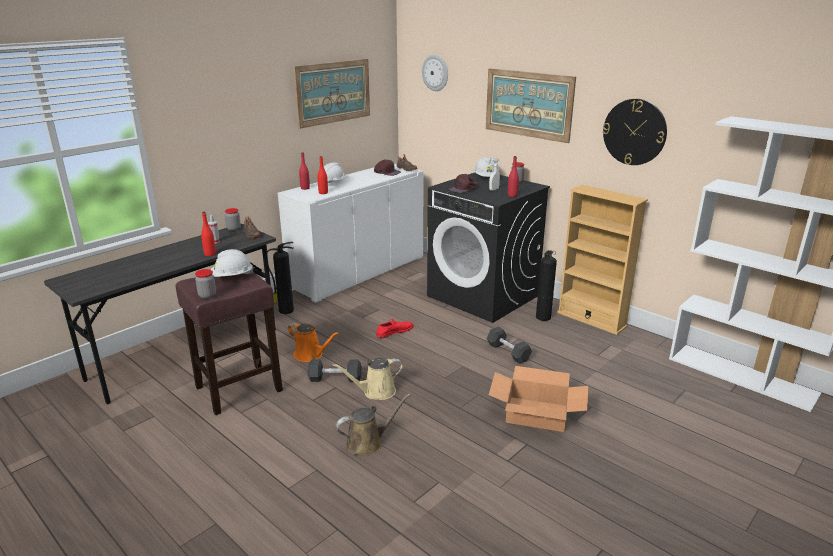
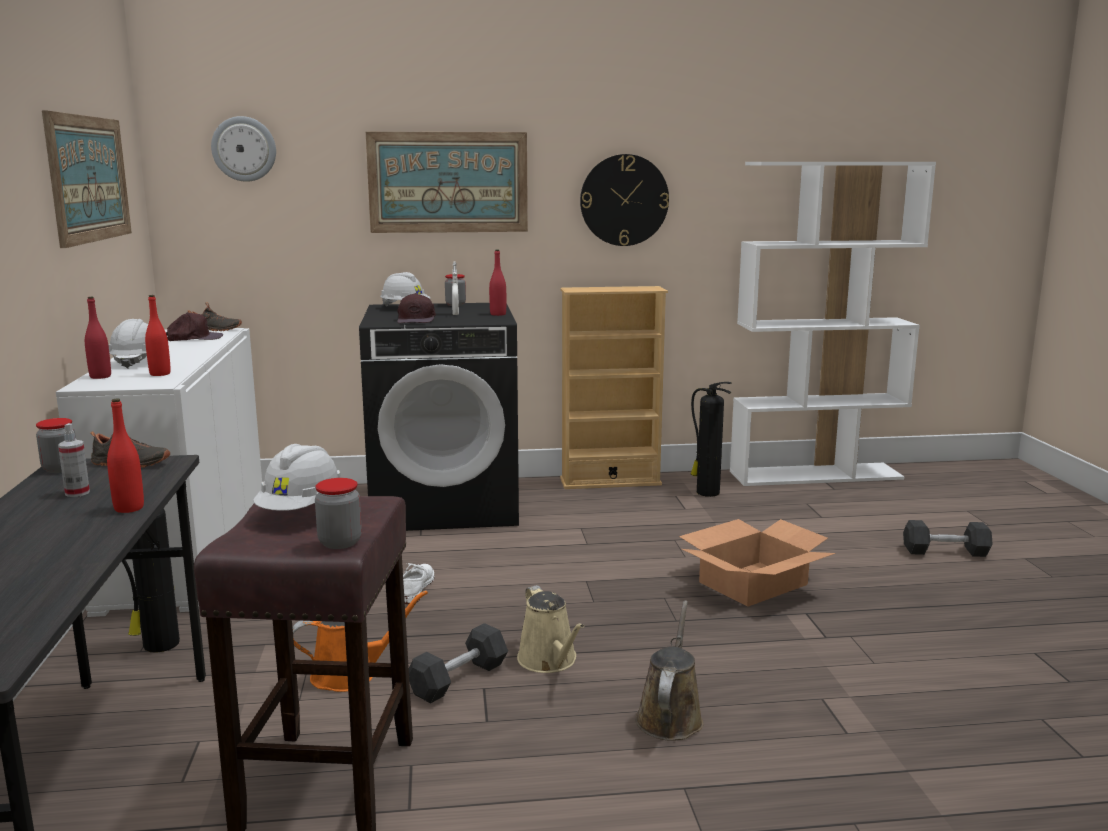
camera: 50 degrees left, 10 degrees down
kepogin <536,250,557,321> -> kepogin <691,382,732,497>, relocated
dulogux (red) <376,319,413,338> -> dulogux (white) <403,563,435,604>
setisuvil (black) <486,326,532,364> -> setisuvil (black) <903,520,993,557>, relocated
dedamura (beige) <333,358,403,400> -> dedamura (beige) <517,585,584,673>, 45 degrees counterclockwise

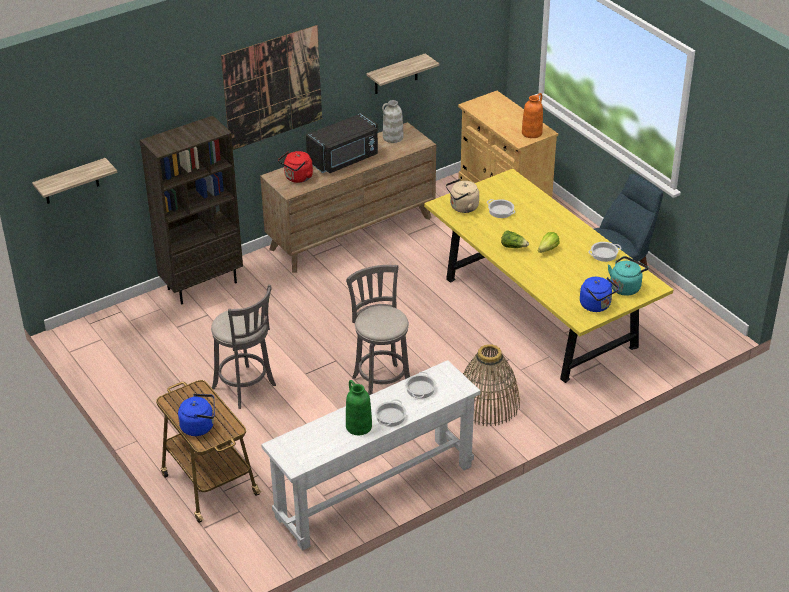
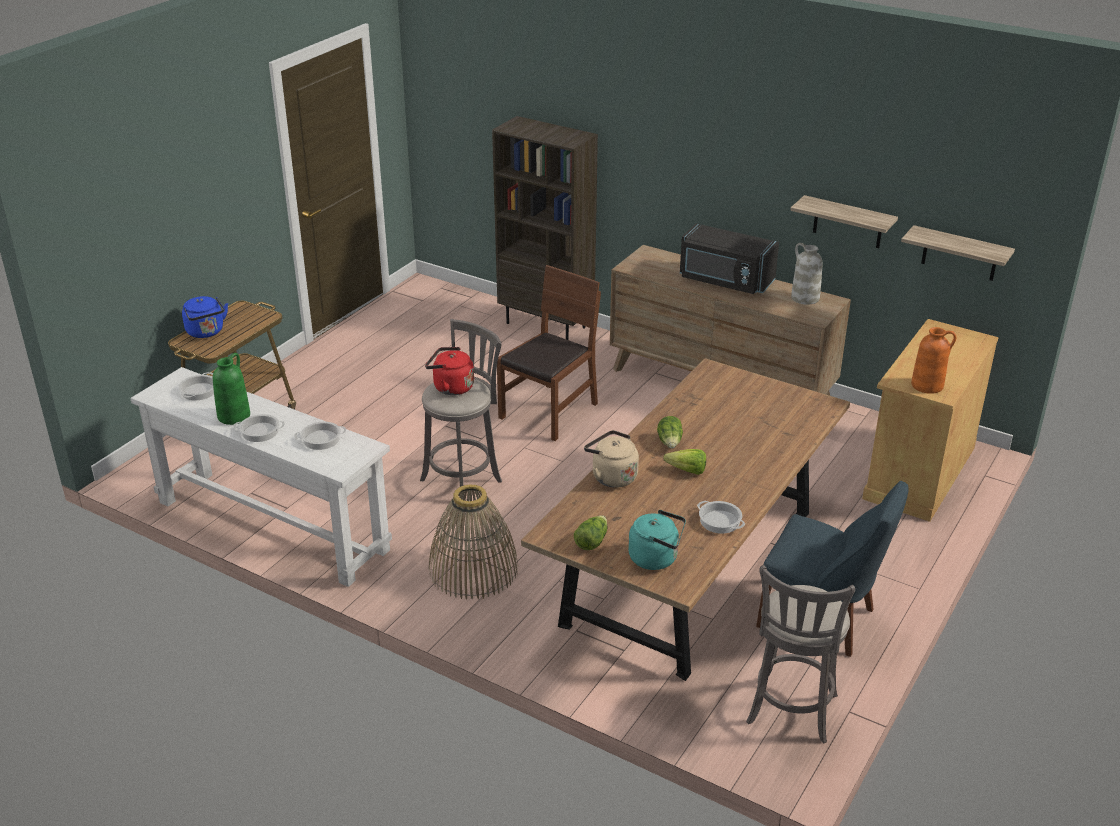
camera: 65 degrees right, 5 degrees down
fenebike <221,25,322,150> -> none
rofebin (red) <278,151,313,183> -> rofebin (red) <425,347,474,395>, relocated
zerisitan <32,158,118,204> -> zerisitan <901,225,1015,281>, relocated
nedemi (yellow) <424,169,673,383> -> nedemi (brown) <521,358,850,681>
rofebin (beige) <446,179,479,213> -> rofebin (beige) <584,430,639,488>, relocated
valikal <487,199,516,218> -> valikal <179,372,214,401>, relocated
rofebin (blue) <580,277,619,312> -> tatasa <574,515,607,550>
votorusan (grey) <211,285,276,409> -> votorusan (grey) <746,565,855,744>, relocated
none -> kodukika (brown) <497,265,601,441>

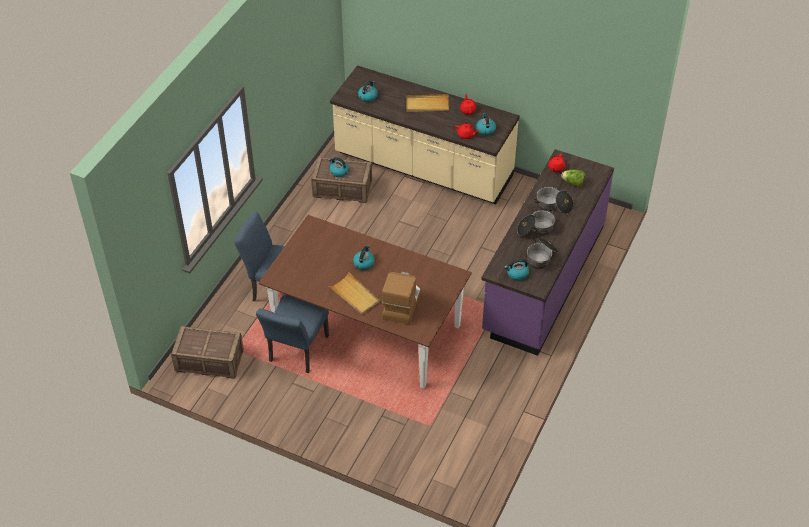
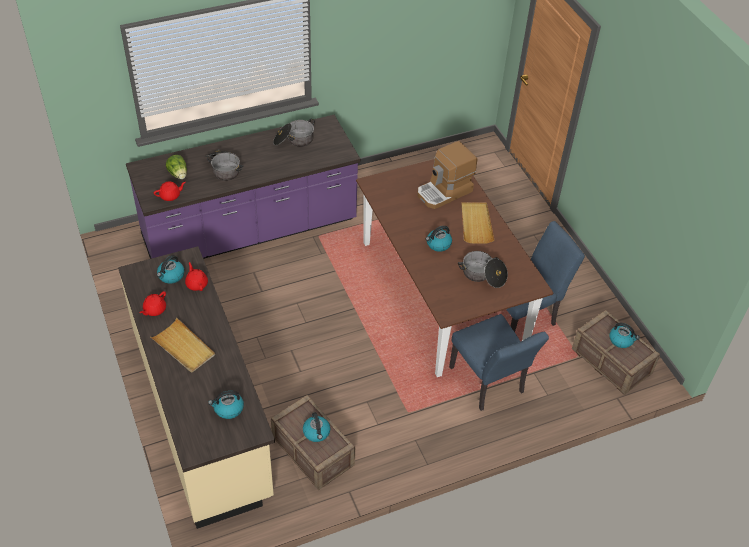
camera: 140 degrees left, 0 degrees up
valikal <517,208,555,236> -> valikal <458,251,508,288>, relocated
rofebin <504,259,529,281> -> rofebin <609,323,640,348>, relocated

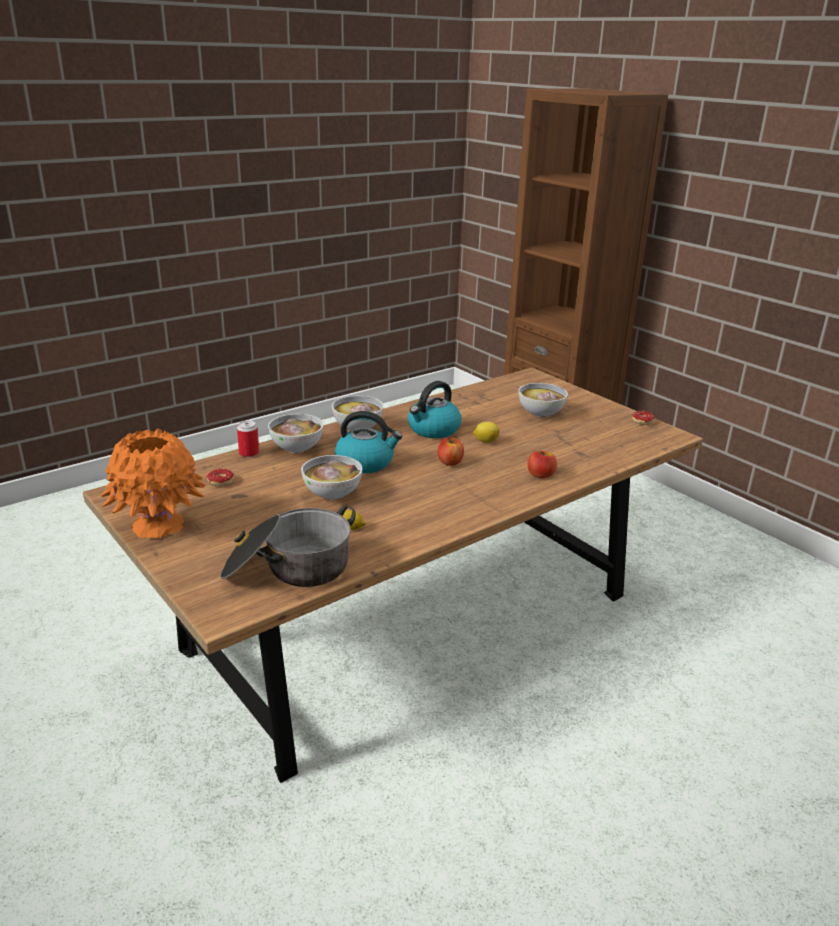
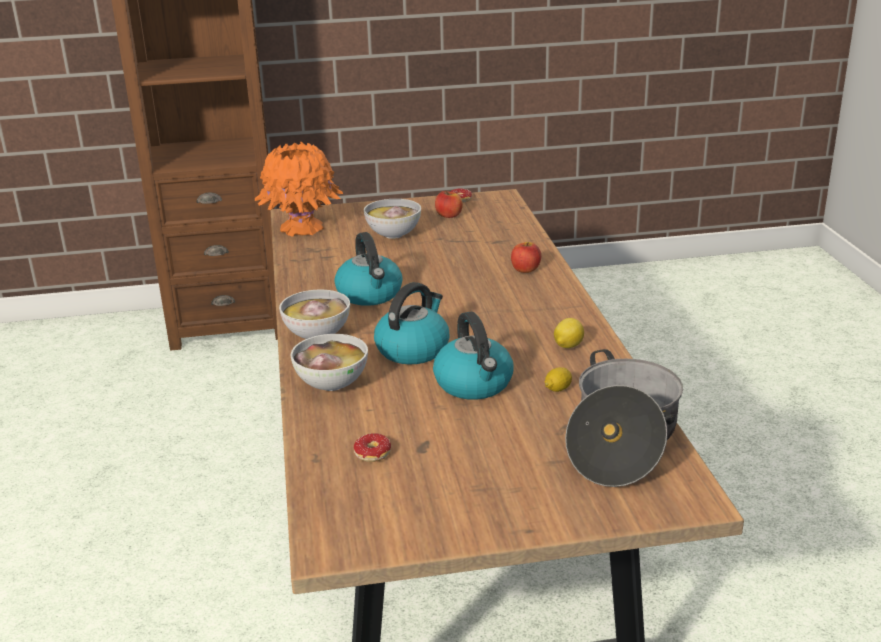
camera: 60 degrees left, 0 degrees up
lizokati <237,420,259,457> -> none
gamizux <473,422,499,443> -> gamizux <554,318,584,348>, relocated
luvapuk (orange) <101,428,205,538> -> luvapuk (orange) <255,142,343,237>, relocated
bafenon <438,437,464,466> -> bafenon <435,190,463,218>, relocated
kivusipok <301,455,362,500> -> rofebin <433,312,513,400>

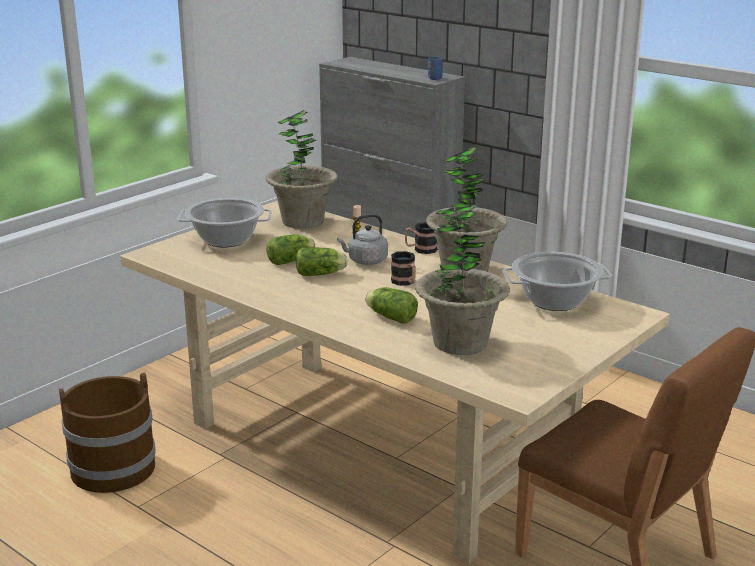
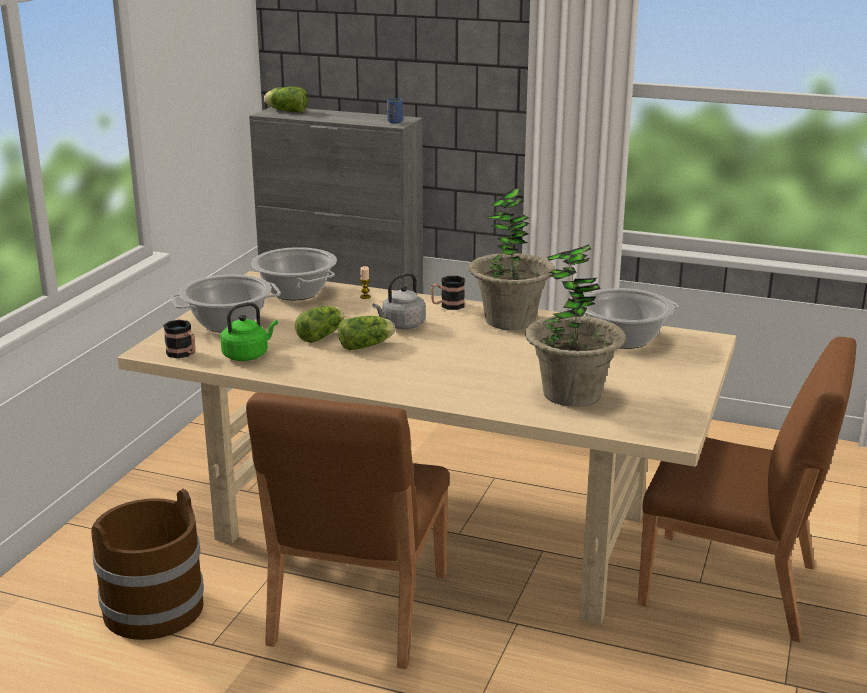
camera: 20 degrees left, 0 degrees up
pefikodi <266,110,338,228> -> valikal <251,247,337,300>
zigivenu <391,251,416,286> -> zigivenu <163,320,196,358>, relocated
tatasa <365,287,418,323> -> tatasa <264,87,308,112>, relocated
none -> rofebin (green) <220,302,278,361>
none -> kodukika (brown) <246,392,450,669>

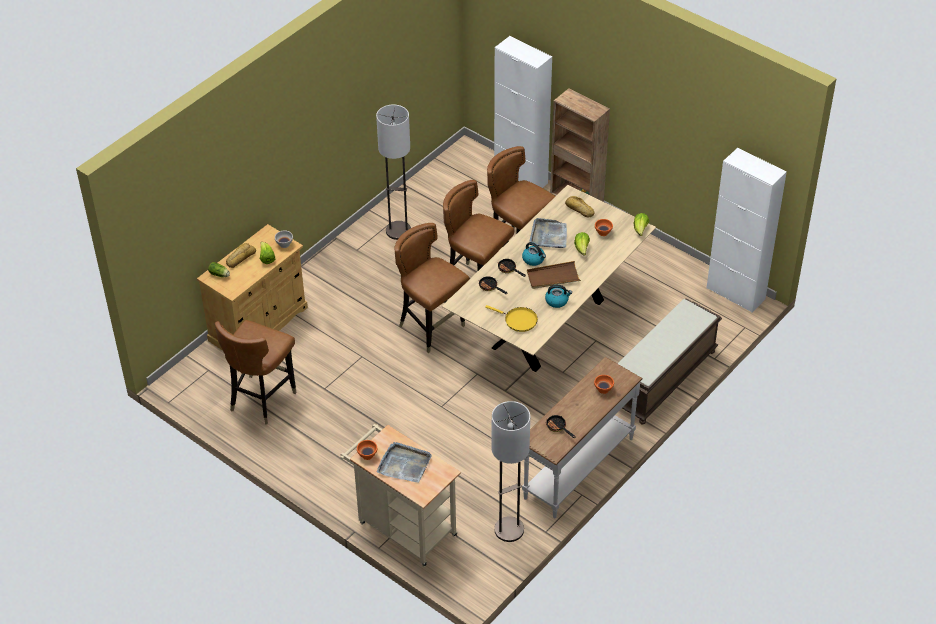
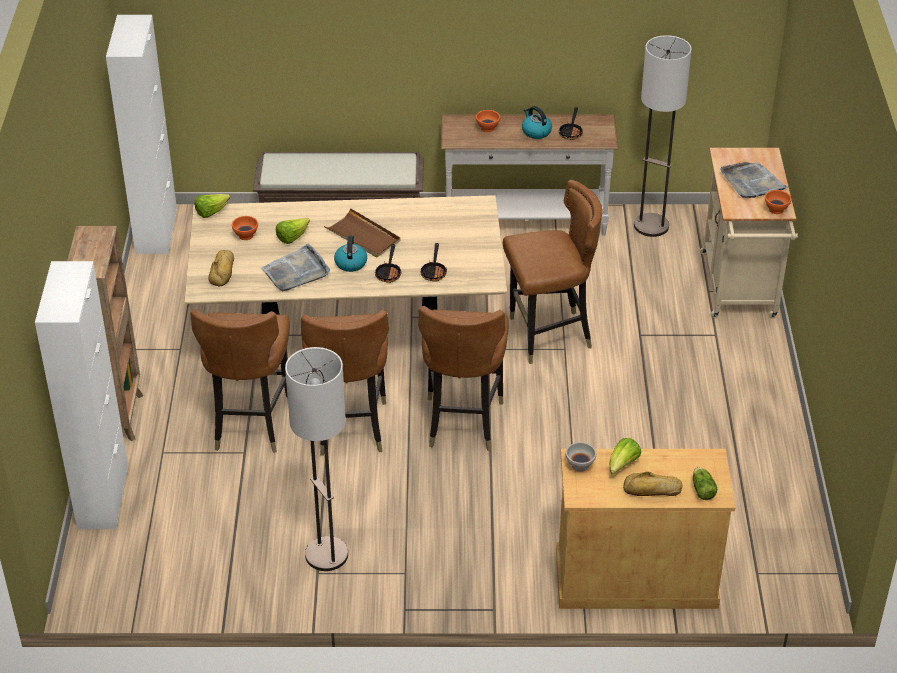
camera: 130 degrees left, 5 degrees down
rofebin <545,285,572,308> -> rofebin <522,106,552,139>, relocated
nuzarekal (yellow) <485,305,538,332> -> none
kodukika (brown) <215,320,297,424> -> kodukika (brown) <503,180,603,364>, relocated

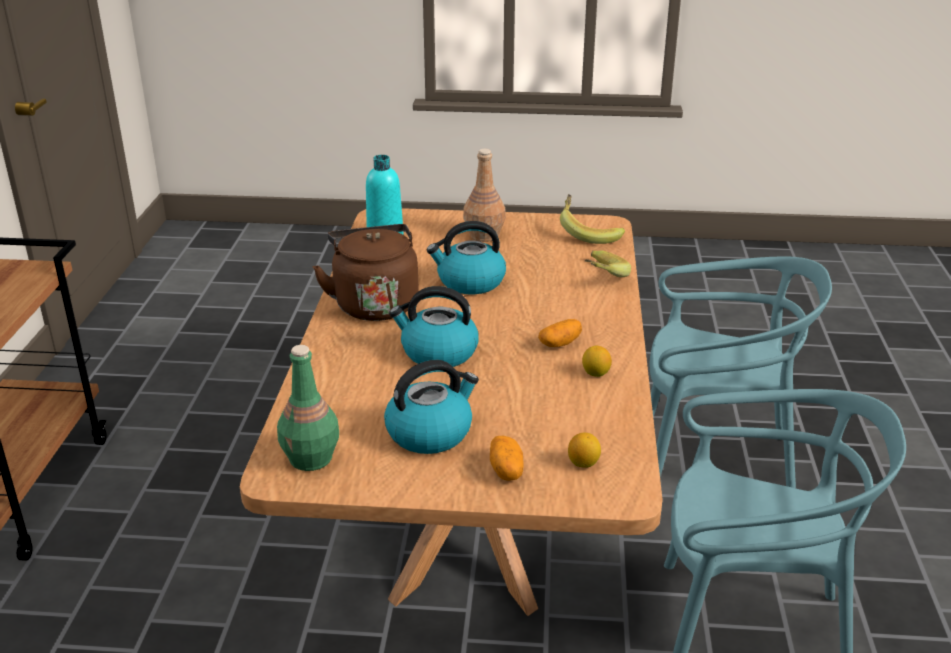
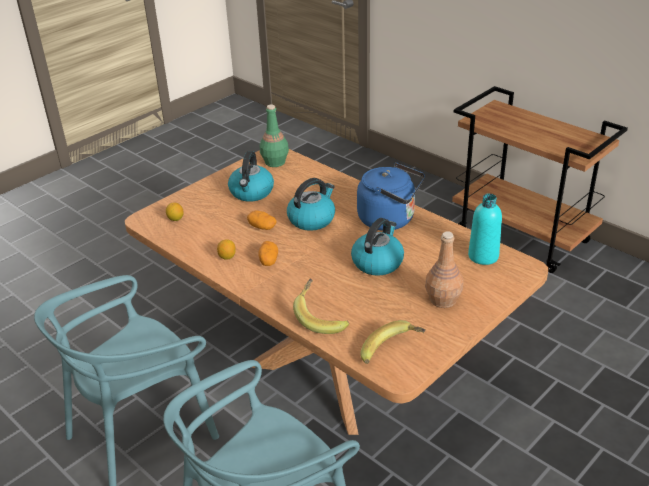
camera: 130 degrees right, 5 degrees up
rofebin (brown) <312,224,419,321> -> rofebin (blue) <357,163,425,231>
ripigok <490,436,523,481> -> ripigok <247,210,277,230>, relocated

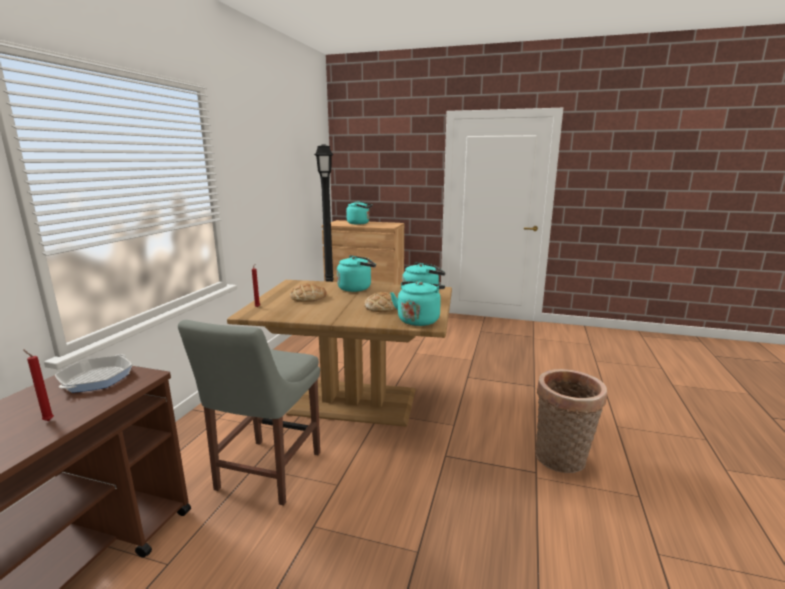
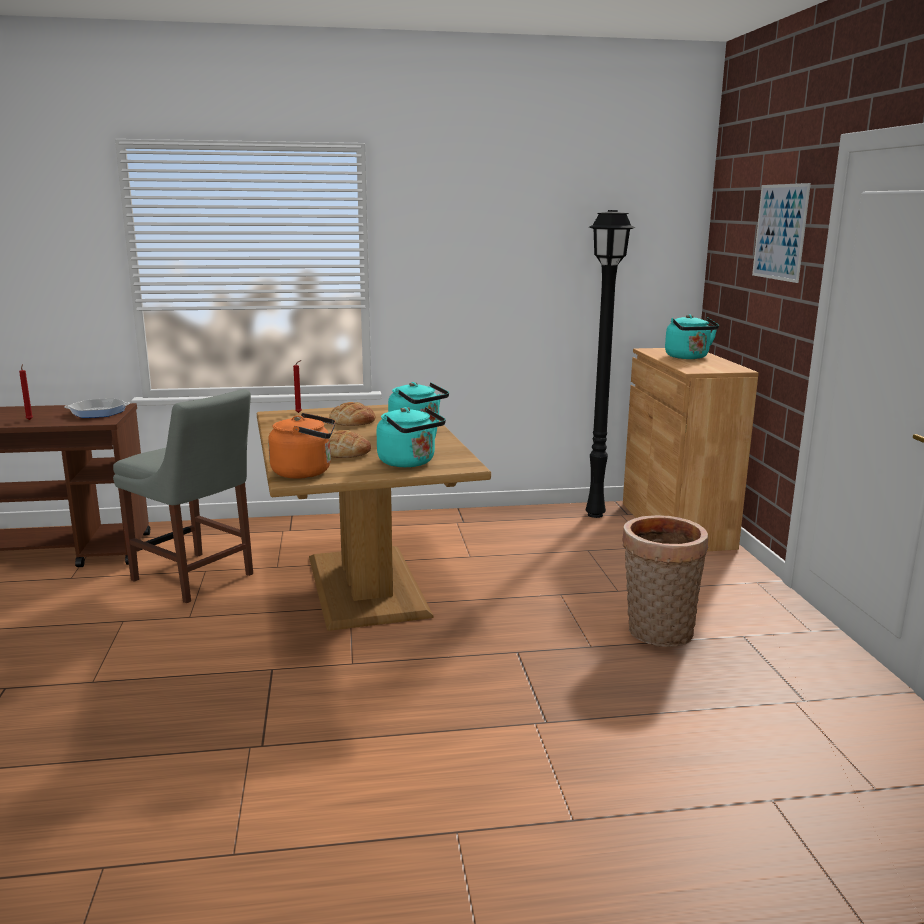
camera: 65 degrees right, 0 degrees up
rofebin (turquoise) <390,281,445,326> -> rofebin (orange) <268,413,336,479>
kodukika (grey) <178,320,320,506> -> kodukika (grey) <113,389,253,603>, 135 degrees counterclockwise
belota <535,369,608,473> -> belota <622,515,708,647>, relocated
none -> fenebike <752,183,811,283>

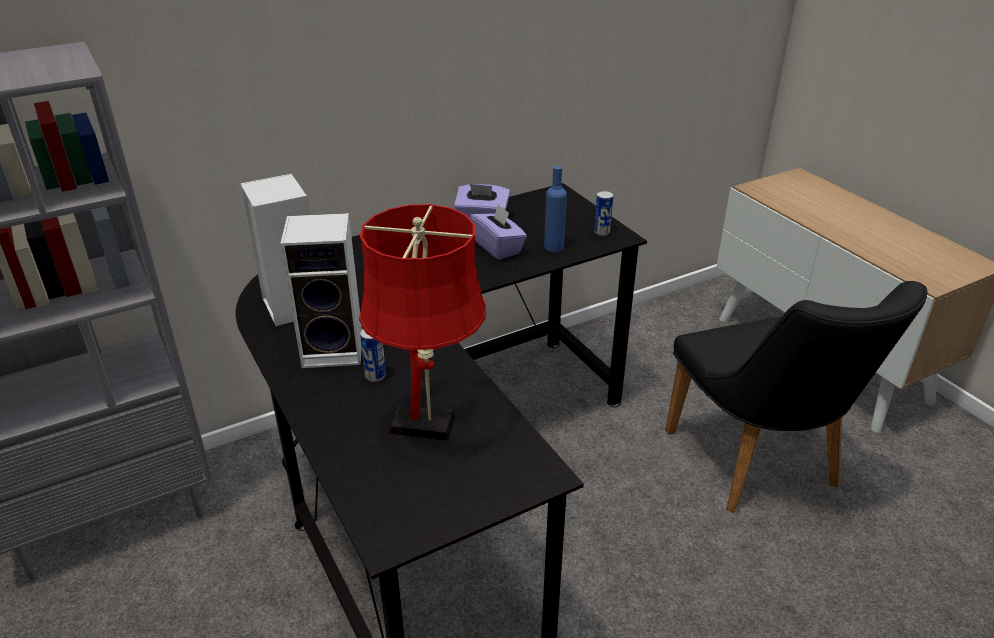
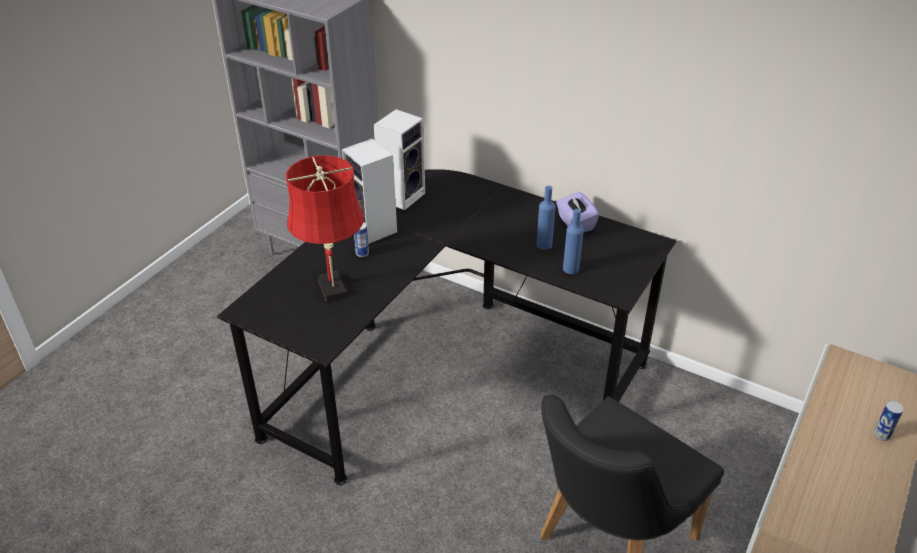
camera: 60 degrees right, 5 degrees up
lizokati <594,191,613,236> -> lizokati <874,401,904,441>, relocated
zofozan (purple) <470,204,527,260> -> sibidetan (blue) <536,186,555,250>

